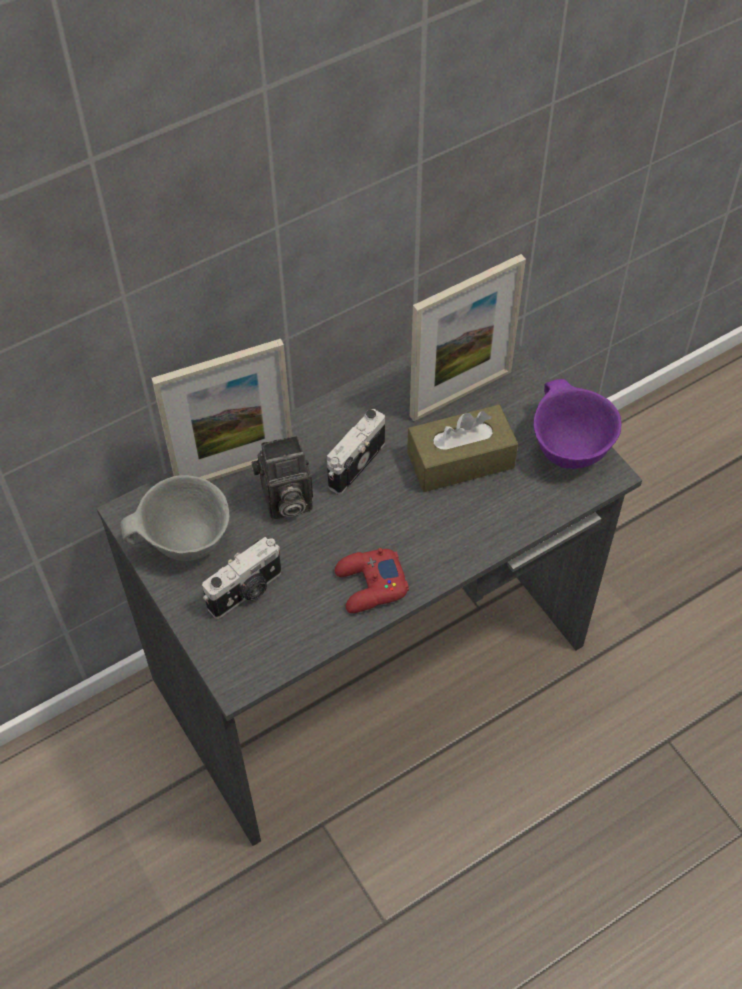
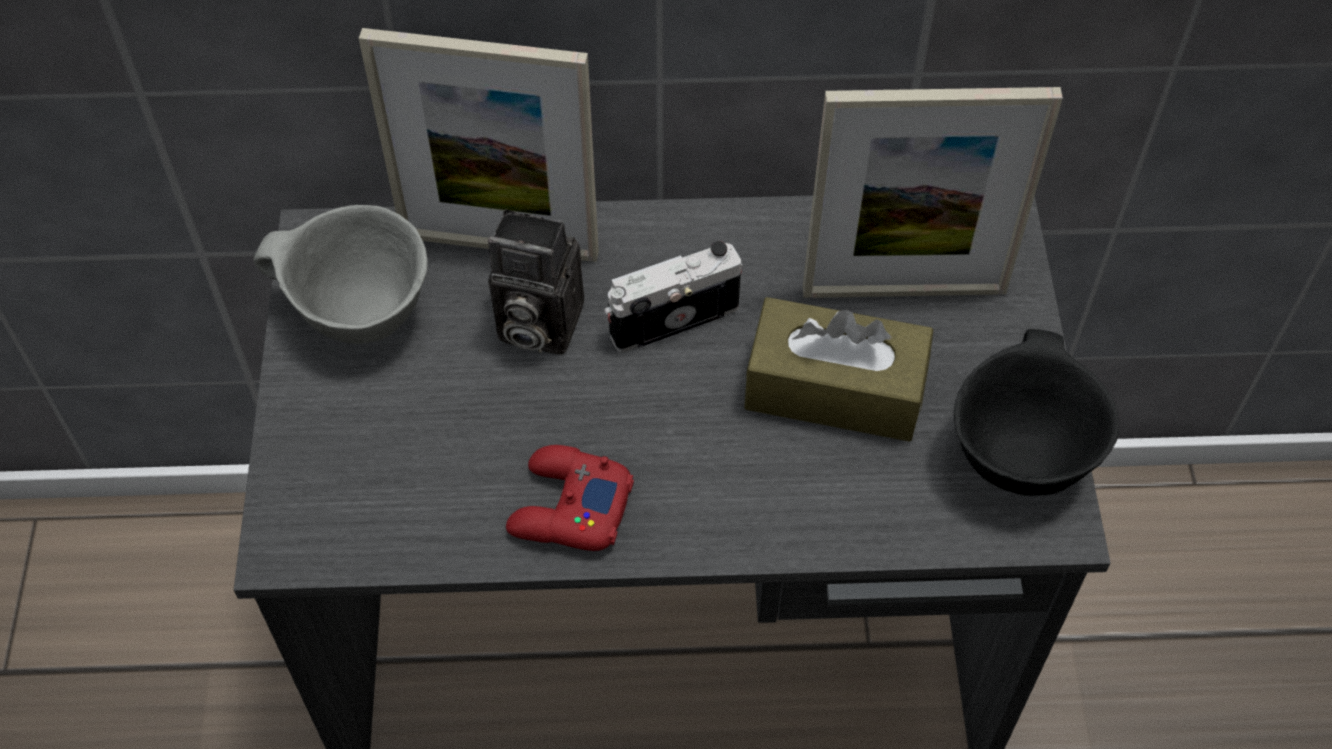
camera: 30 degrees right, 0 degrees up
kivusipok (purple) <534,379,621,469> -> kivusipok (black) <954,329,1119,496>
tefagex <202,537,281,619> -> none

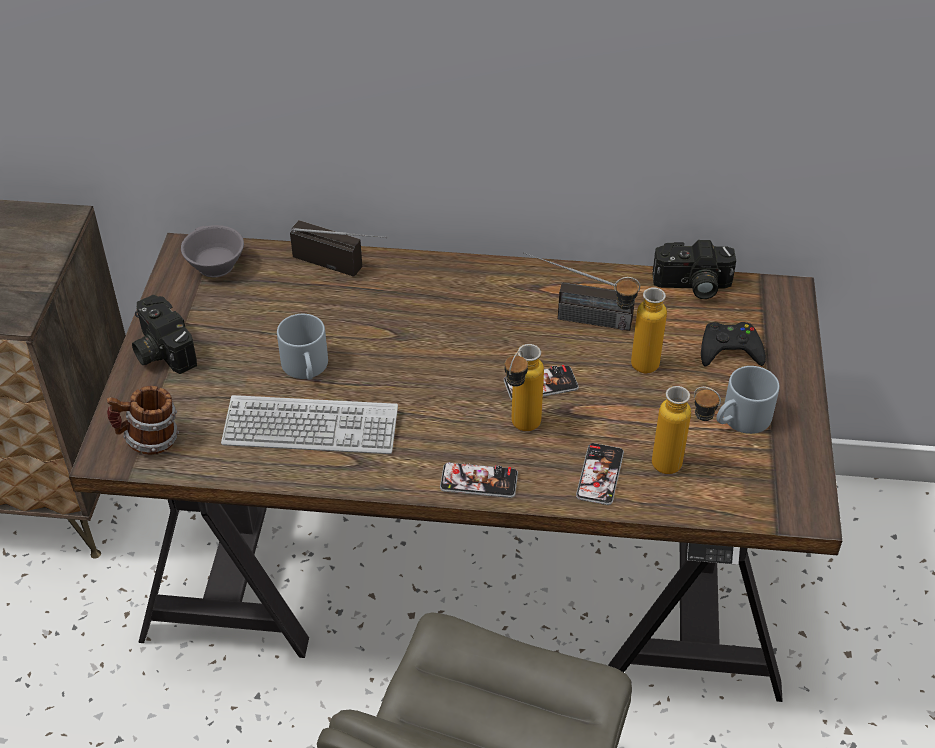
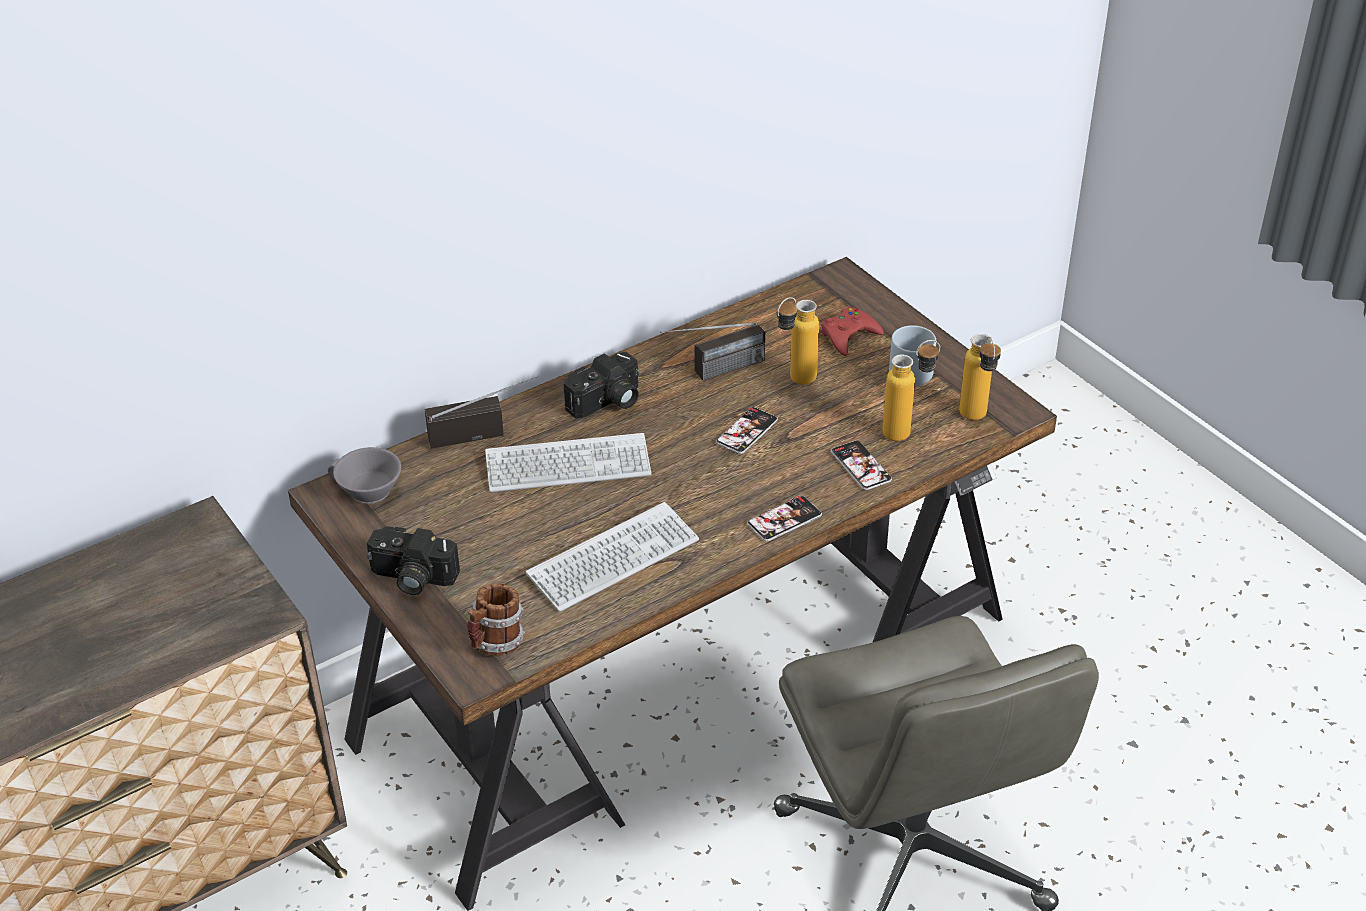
camera: 40 degrees left, 5 degrees down
tefagex <652,240,736,299> -> tefagex <564,352,639,419>, relocated
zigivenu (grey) <277,314,328,380> -> none
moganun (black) <701,322,766,367> -> moganun (red) <821,307,884,356>
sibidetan <505,344,544,431> -> sibidetan <959,334,1001,420>, relocated
none -> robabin <485,433,651,492>

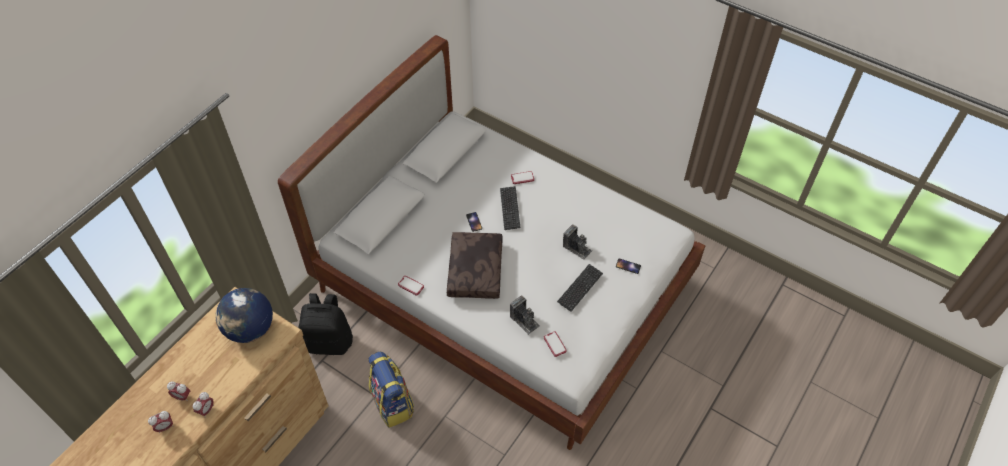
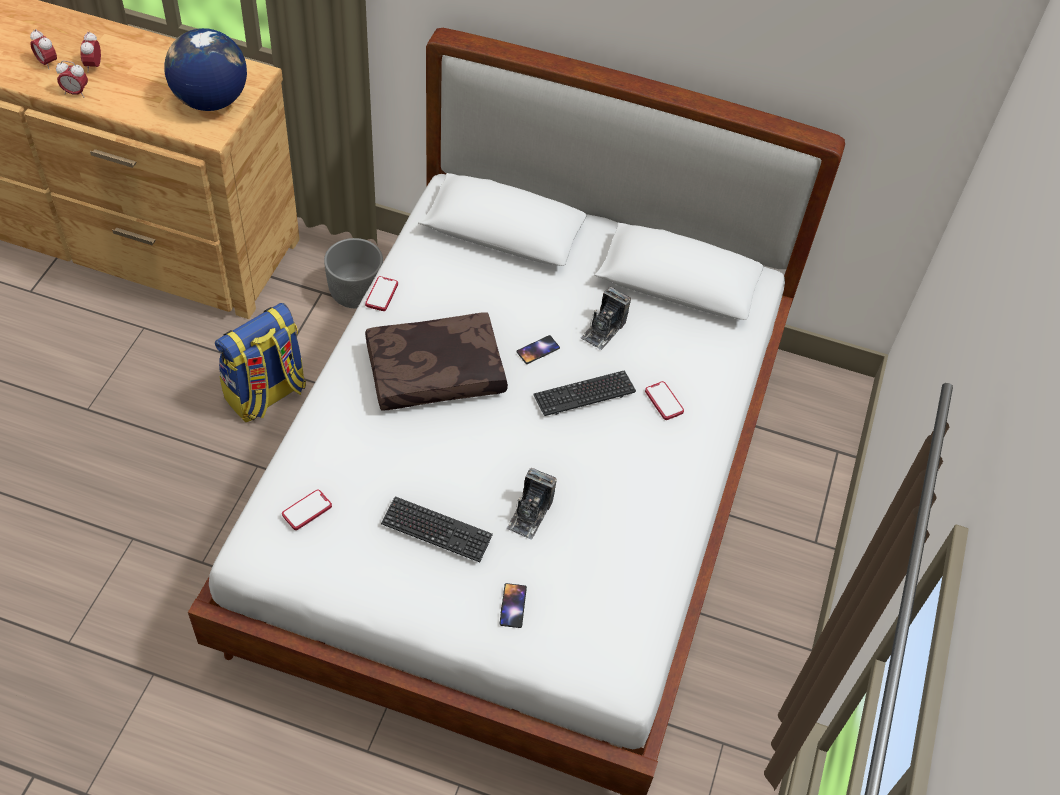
camera: 70 degrees right, 0 degrees up
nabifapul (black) <298,293,353,355> -> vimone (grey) <324,238,383,308>
tefagex <510,296,540,335> -> tefagex <580,287,631,350>, relocated

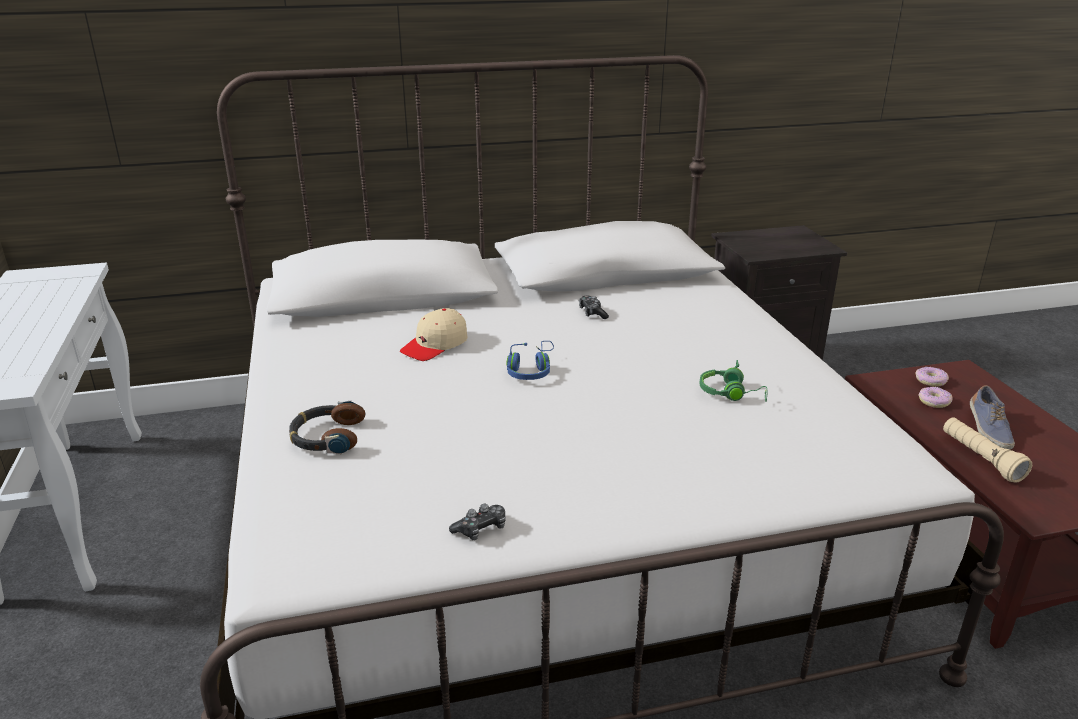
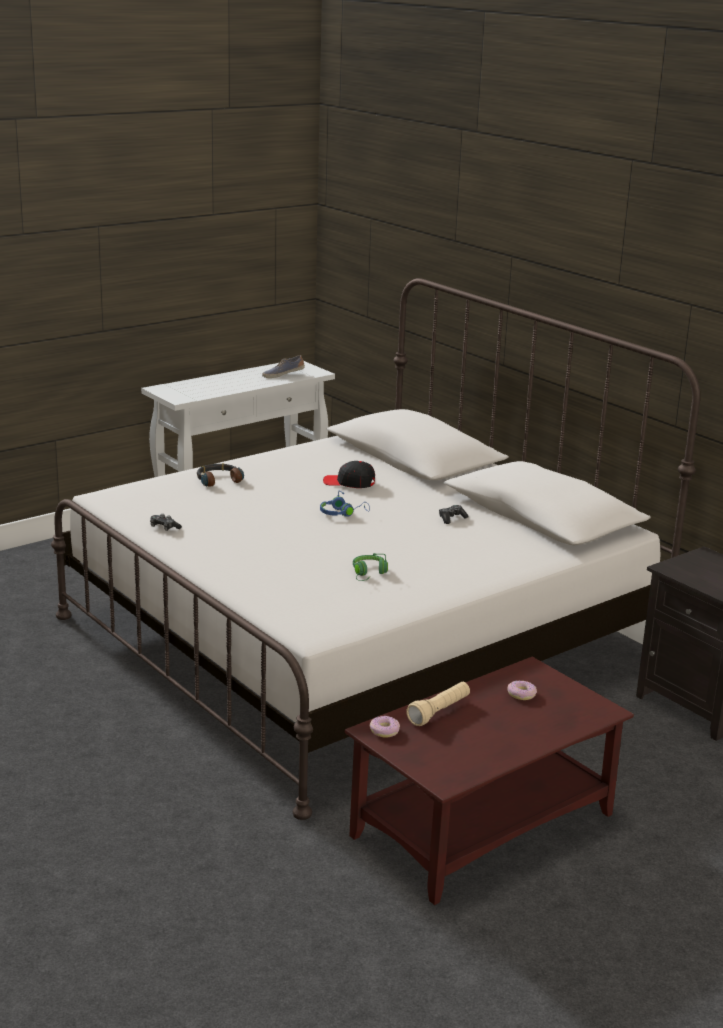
camera: 65 degrees right, 5 degrees down
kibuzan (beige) <400,308,467,361> -> kibuzan (black) <323,461,375,488>
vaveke <915,367,949,387> -> vaveke <370,716,400,738>, relocated
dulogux <970,385,1015,449> -> dulogux <262,355,305,378>, relocated

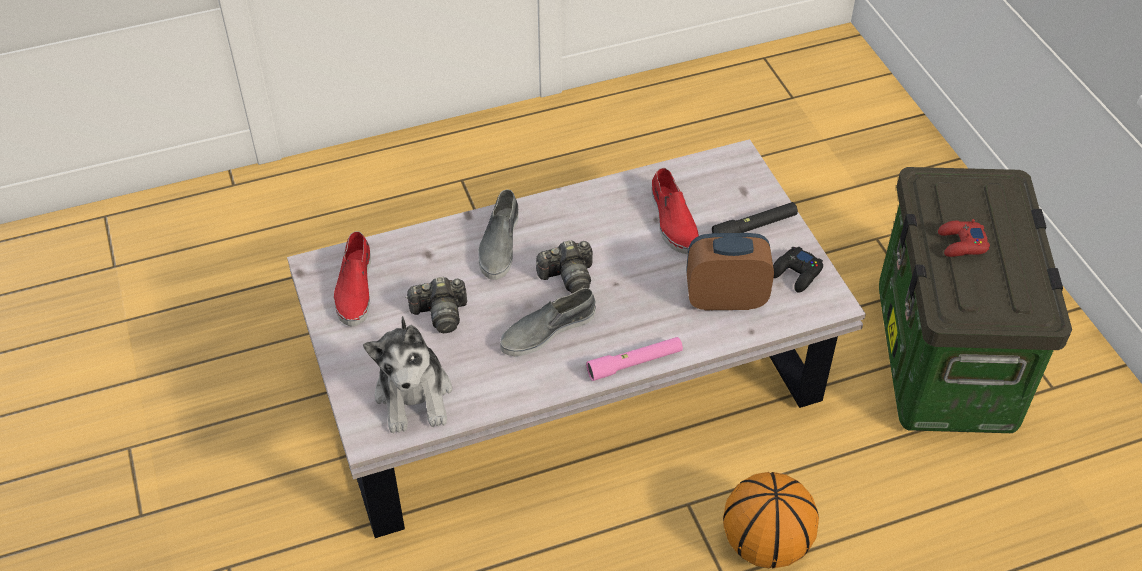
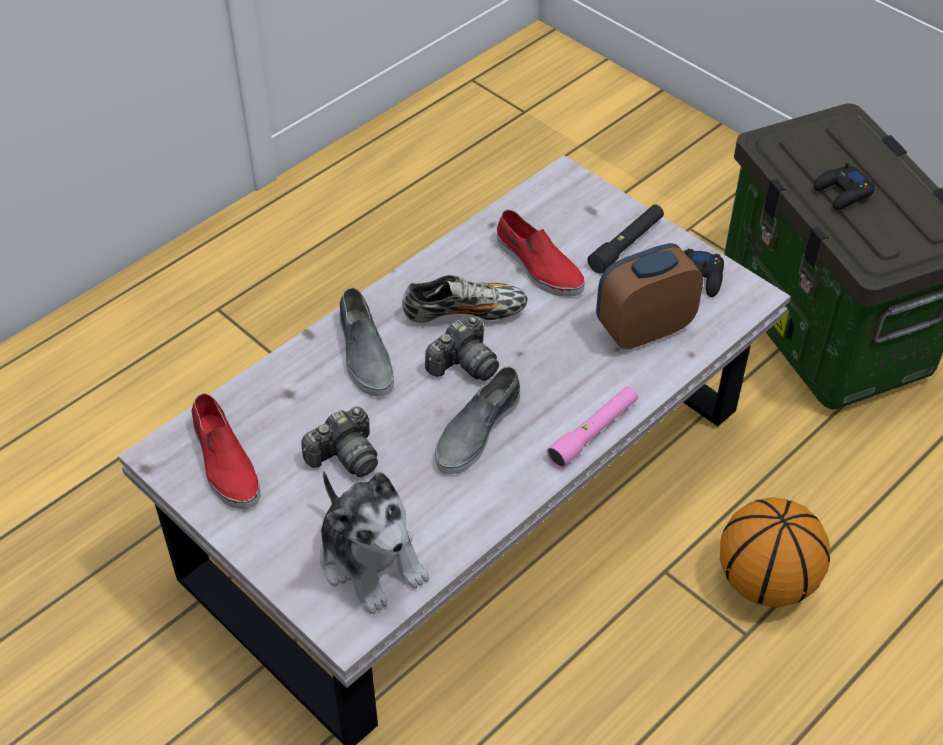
camera: 25 degrees left, 0 degrees up
moganun (red) <938,219,990,257> -> moganun (black) <814,163,875,210>
none -> dulogux <402,275,528,323>

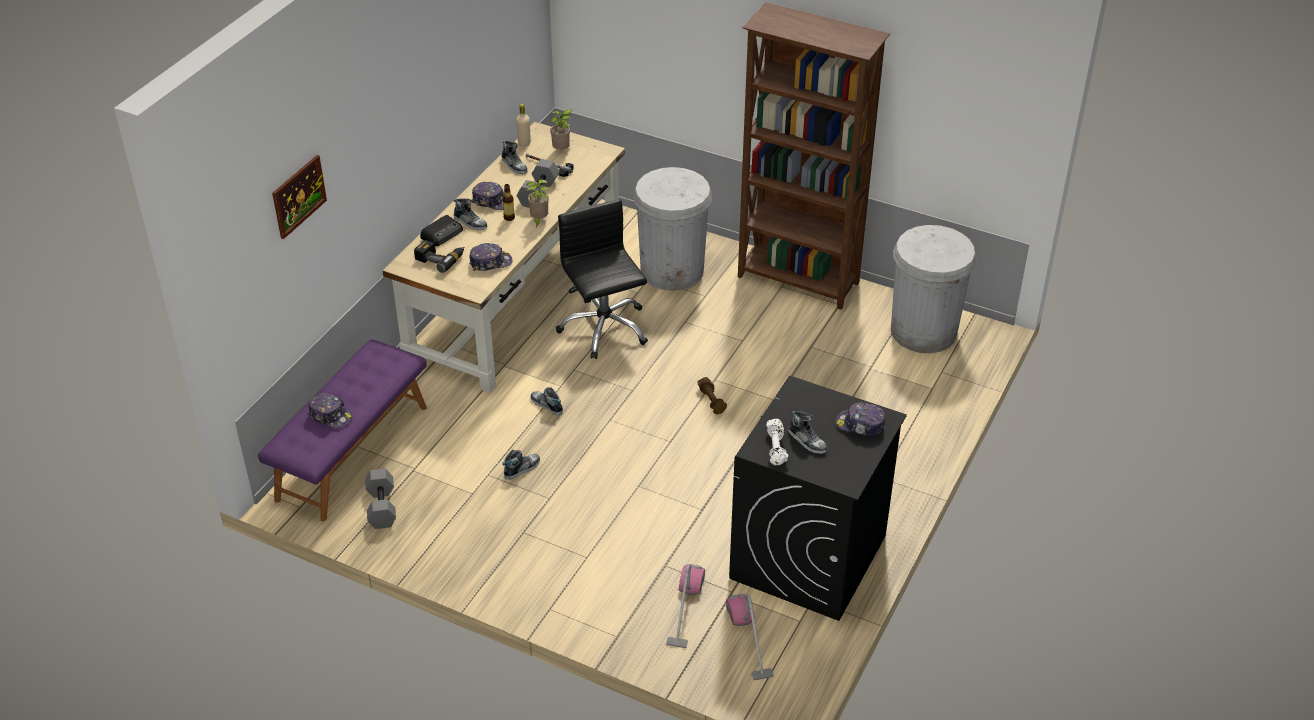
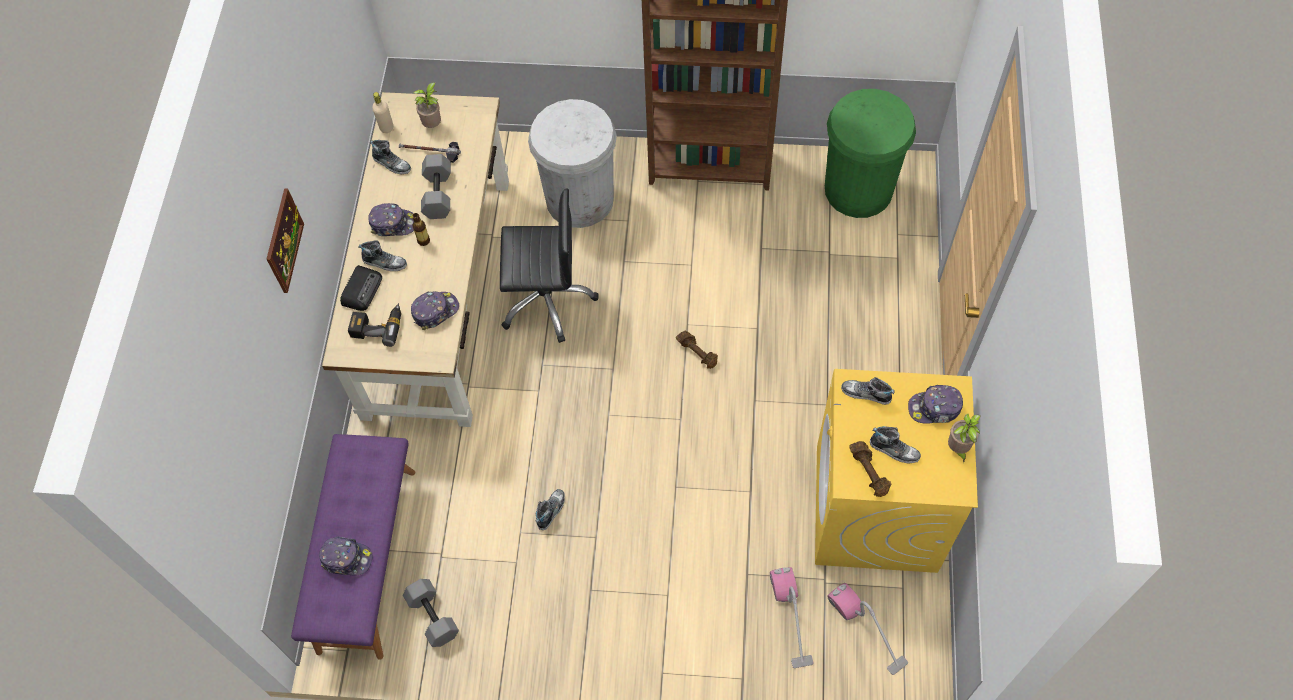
camera: 20 degrees left, 20 degrees up
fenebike <272,155,327,239> -> fenebike <266,188,304,293>, relocated
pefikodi <527,179,549,227> -> pefikodi <948,413,980,463>, relocated
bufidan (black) <556,199,648,359> -> bufidan (black) <500,188,599,343>, 135 degrees clockwise
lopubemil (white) <891,225,977,353> -> lopubemil (green) <825,89,916,218>
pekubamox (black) <729,376,907,621> -> pekubamox (yellow) <815,369,978,573>
dulogux <531,387,563,415> -> dulogux <841,377,895,405>, relocated
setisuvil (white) <766,419,789,465> -> setisuvil (brown) <849,441,892,497>

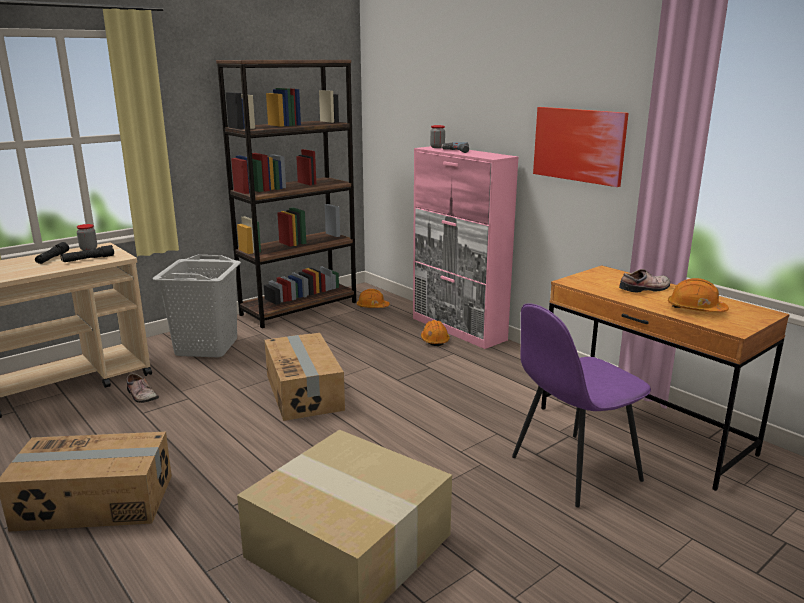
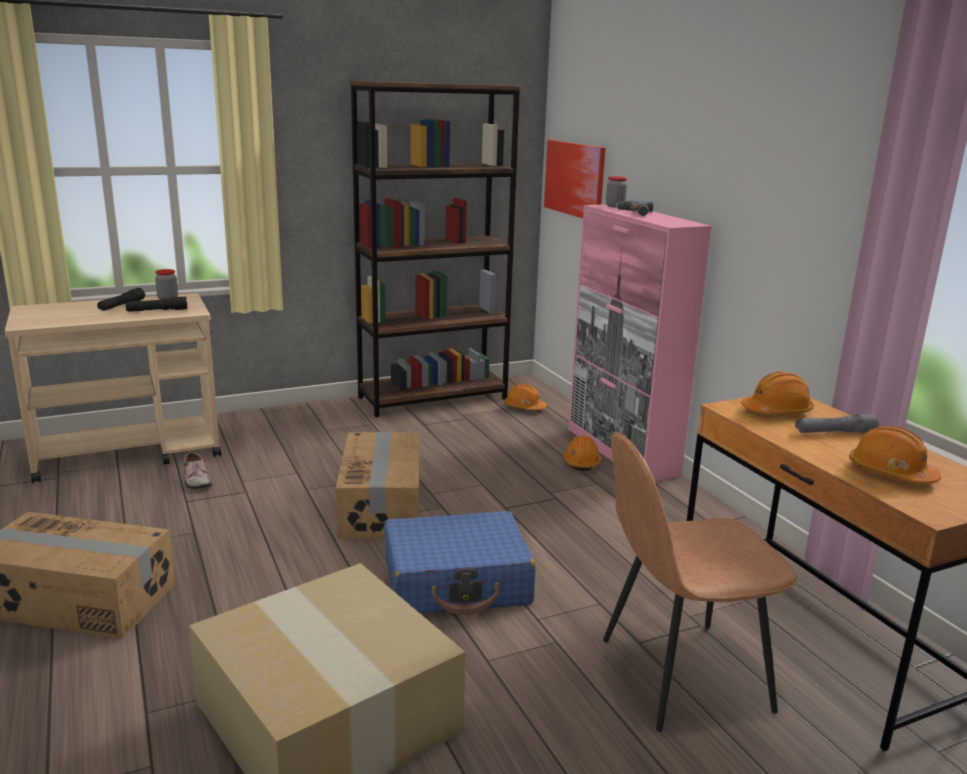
camera: 15 degrees right, 0 degrees up
fenebike <533,107,629,187> -> fenebike <544,140,605,218>, relocated
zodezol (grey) <153,255,241,357> -> none
dulogux <619,269,670,292> -> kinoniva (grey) <795,414,879,433>
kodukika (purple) <512,303,651,508> -> kodukika (brown) <603,432,797,732>
none -> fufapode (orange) <741,372,814,414>
none -> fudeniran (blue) <384,511,536,615>

